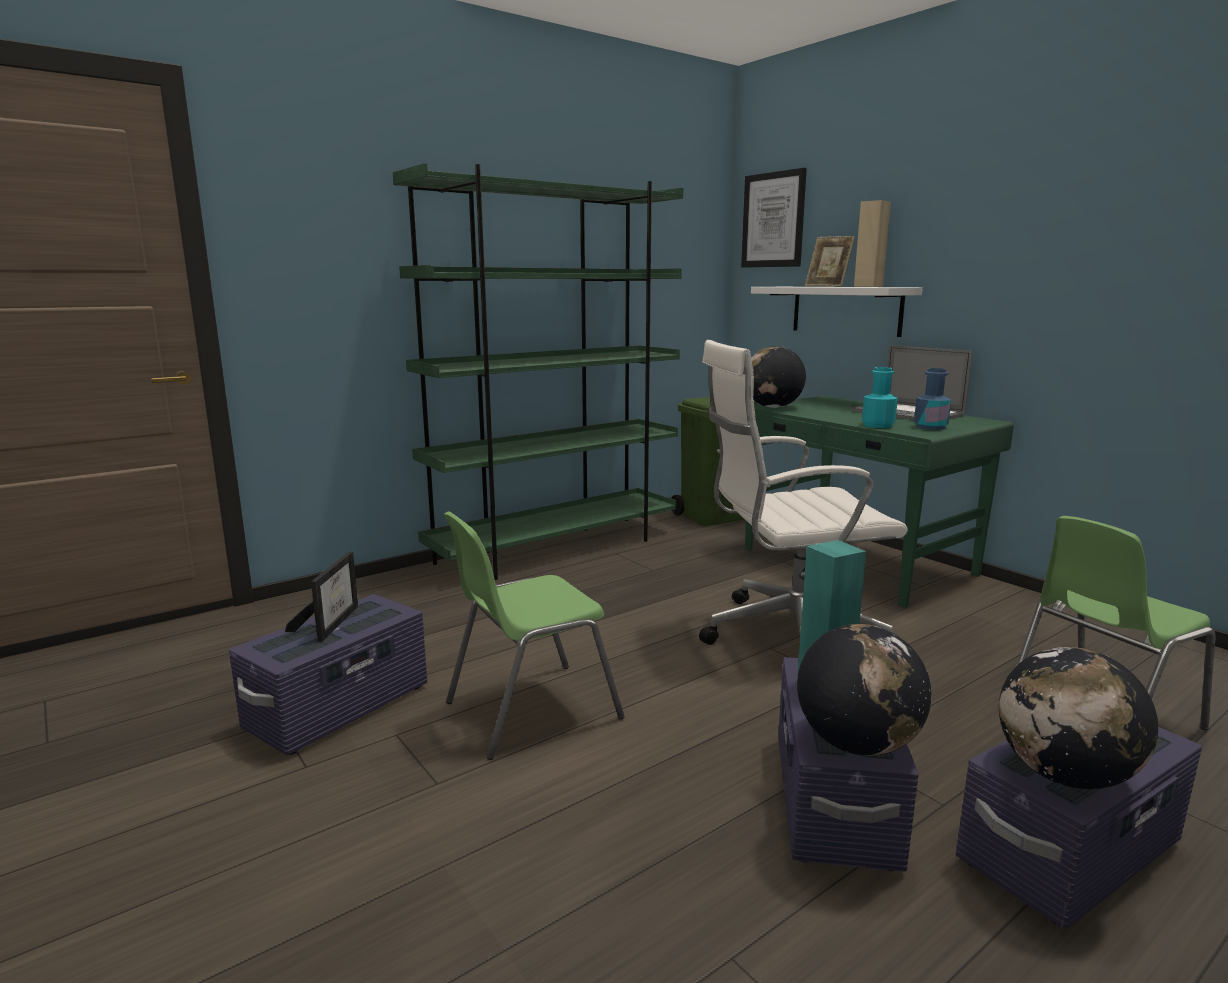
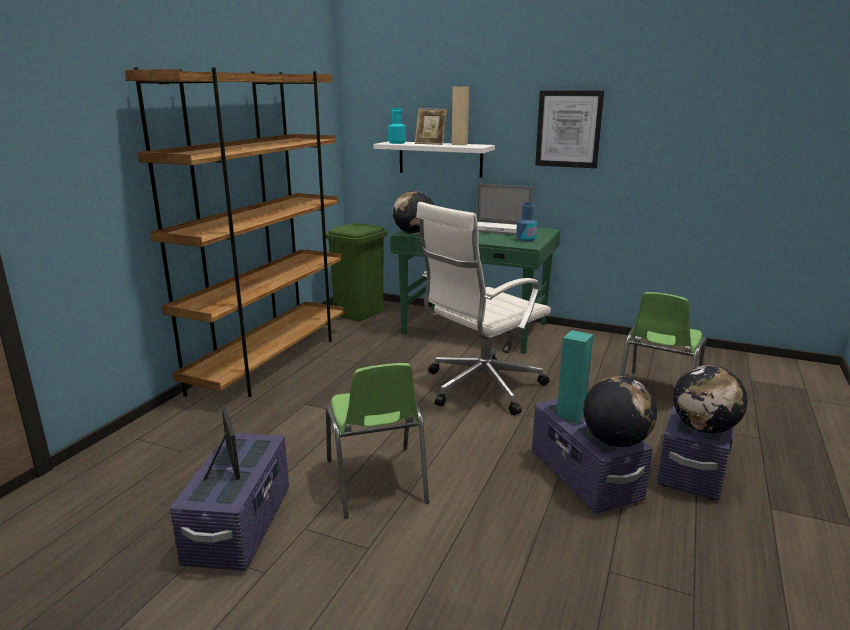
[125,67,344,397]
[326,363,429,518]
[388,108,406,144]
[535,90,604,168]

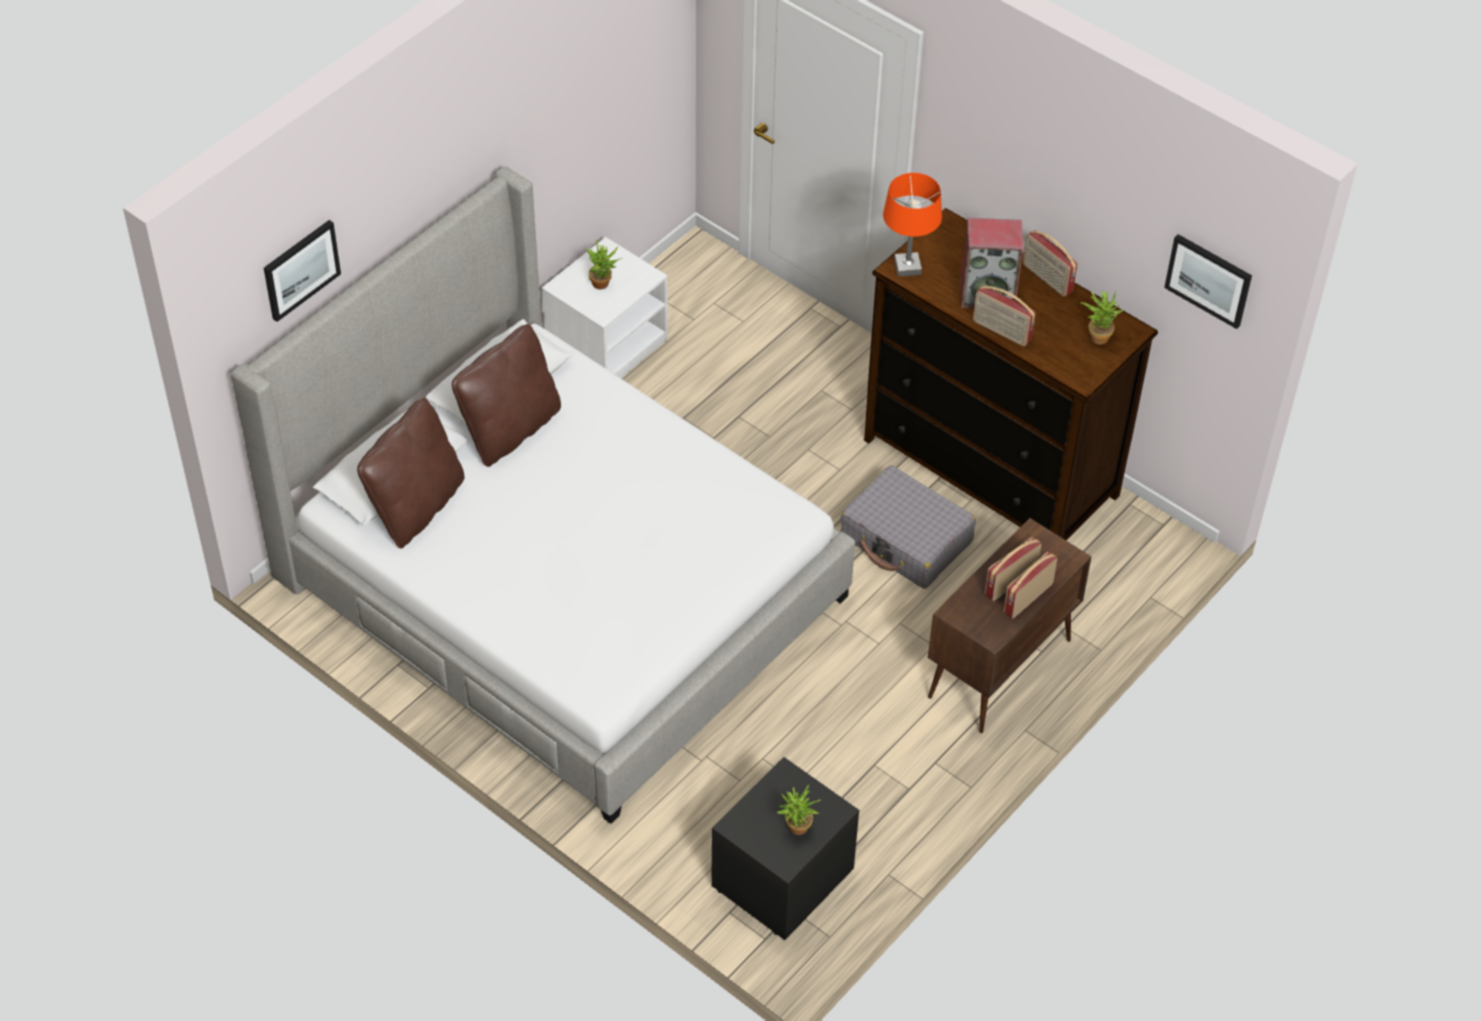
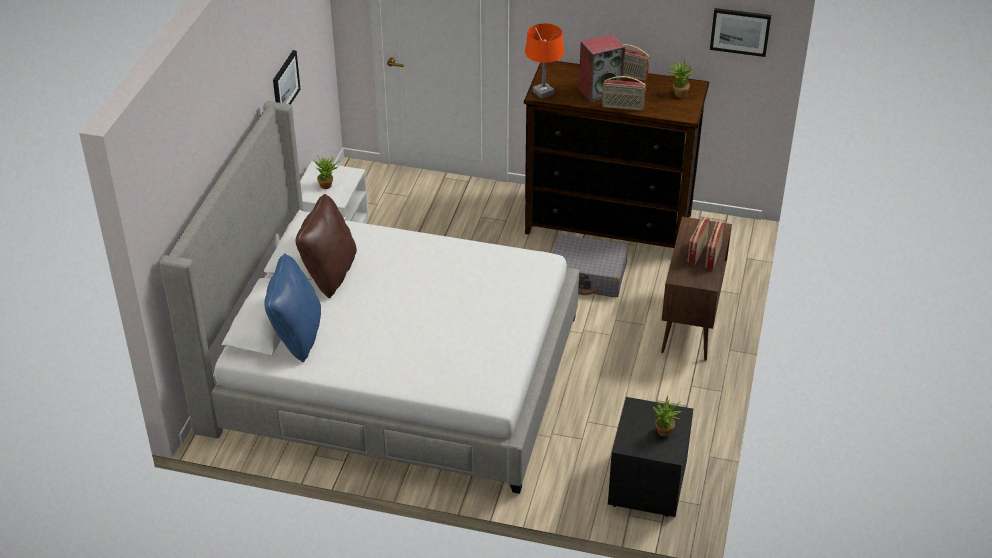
[265,253,321,362]
[273,50,300,104]

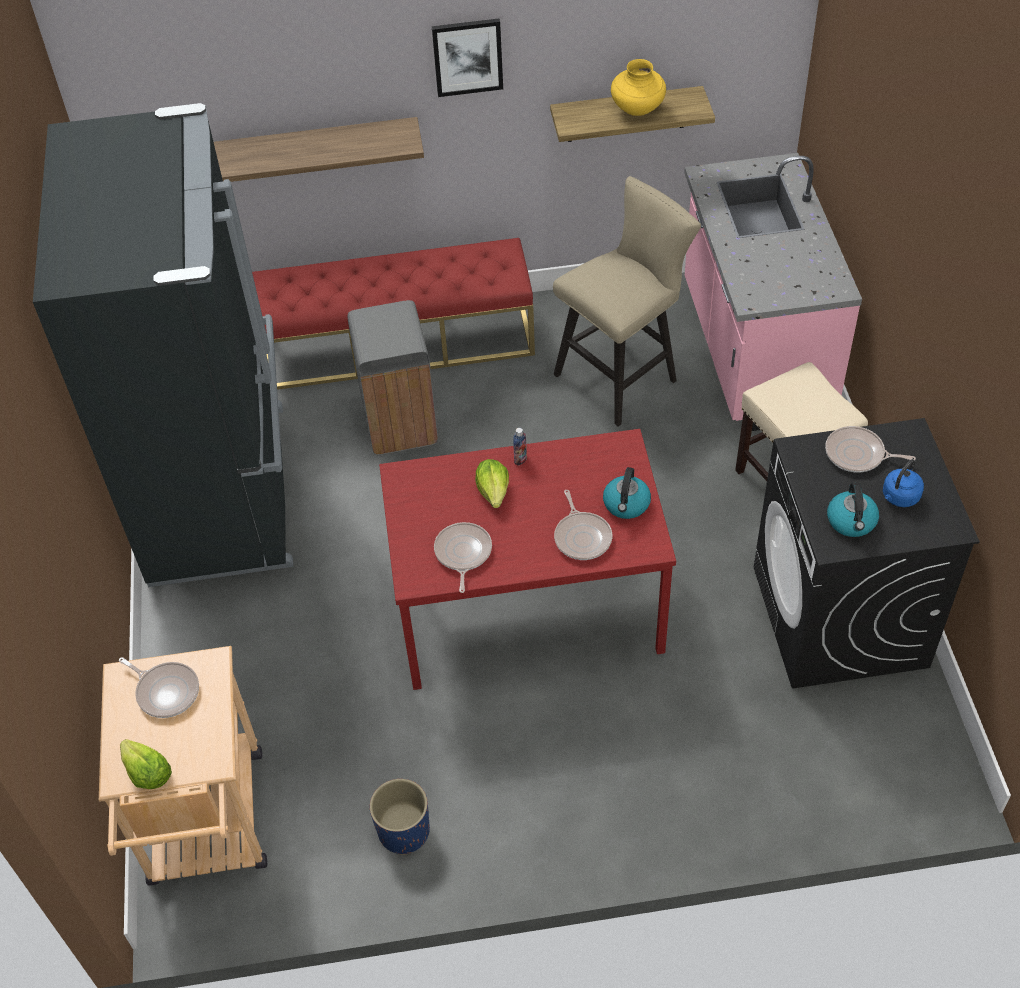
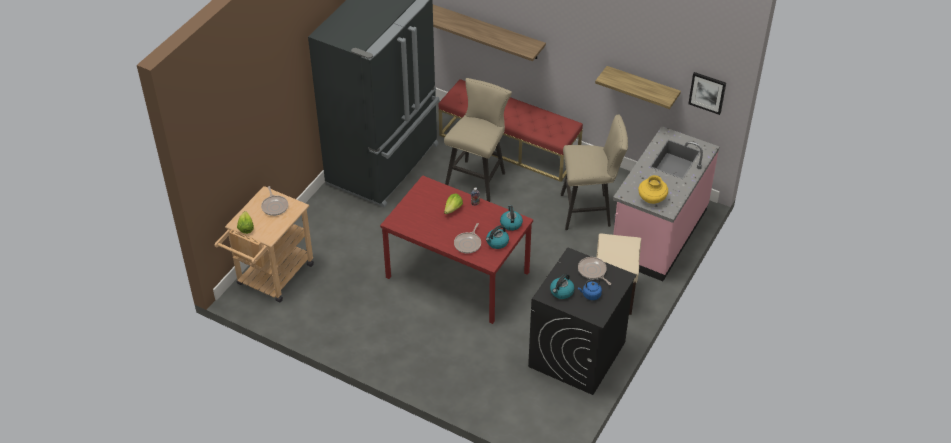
[444,78,512,202]
[500,205,523,231]
[638,175,668,204]
[688,72,726,115]
[370,779,430,855] (first image)
[434,522,492,593] (first image)

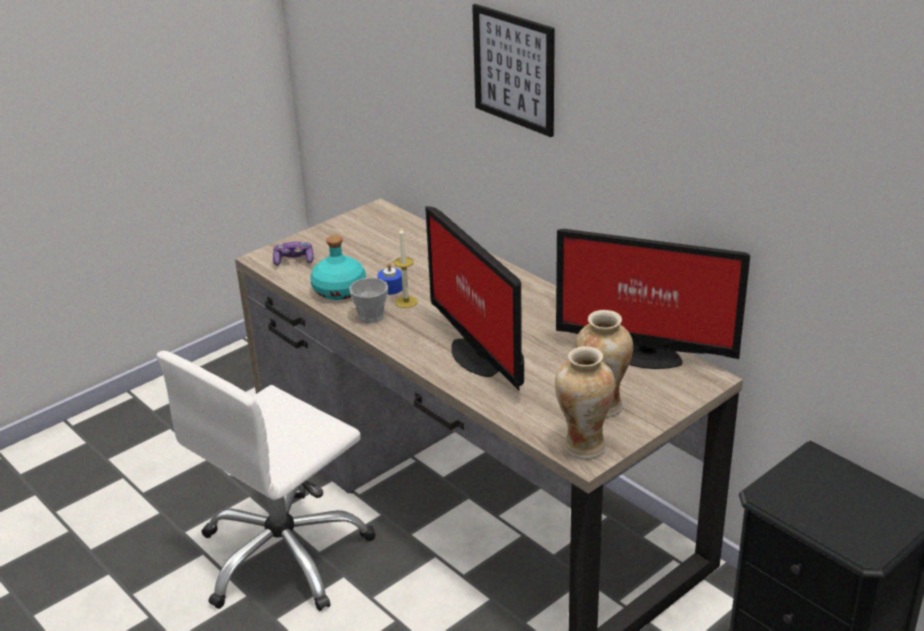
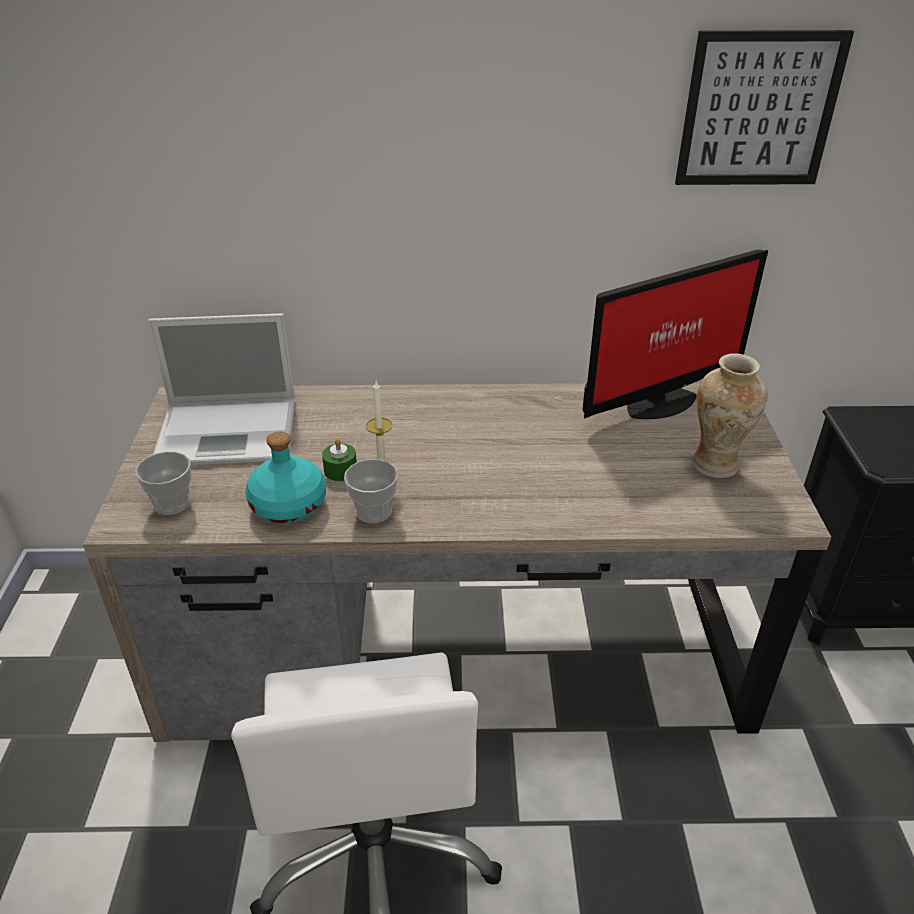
[135,452,191,515]
[148,313,295,465]
[322,438,357,481]
[675,30,854,185]
[425,206,524,391] (first image)
[555,346,615,460] (first image)

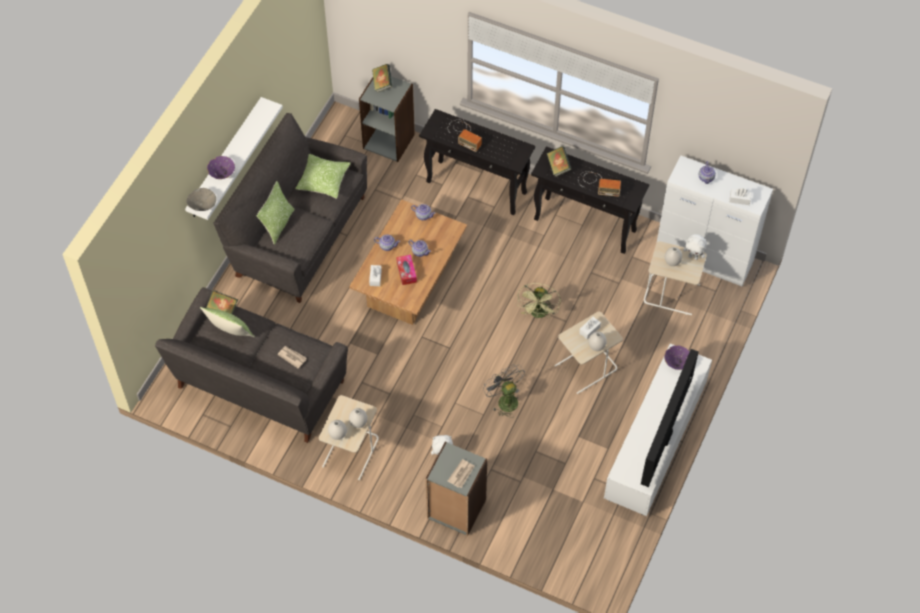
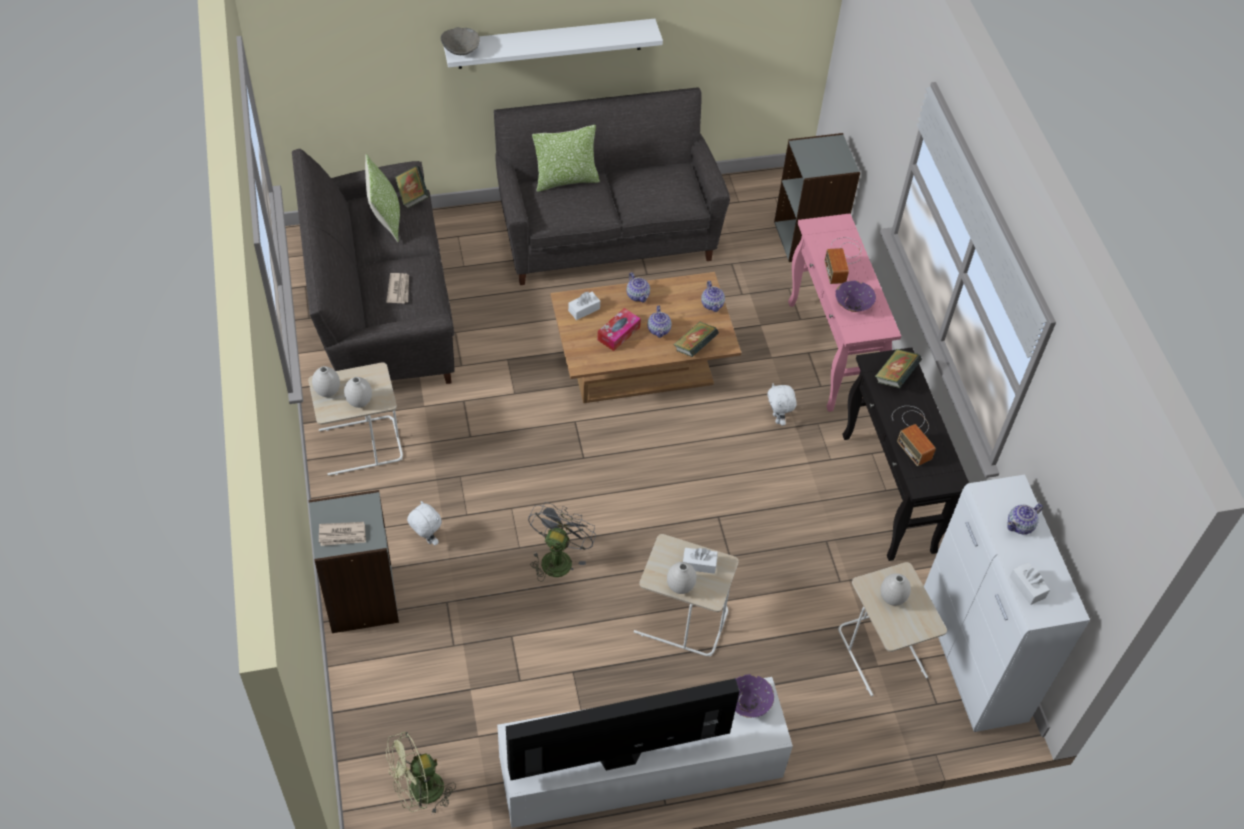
[386,732,456,814]
[673,322,719,357]
[767,383,797,426]
[788,213,901,412]
[836,281,876,312]
[295,154,351,199] (first image)

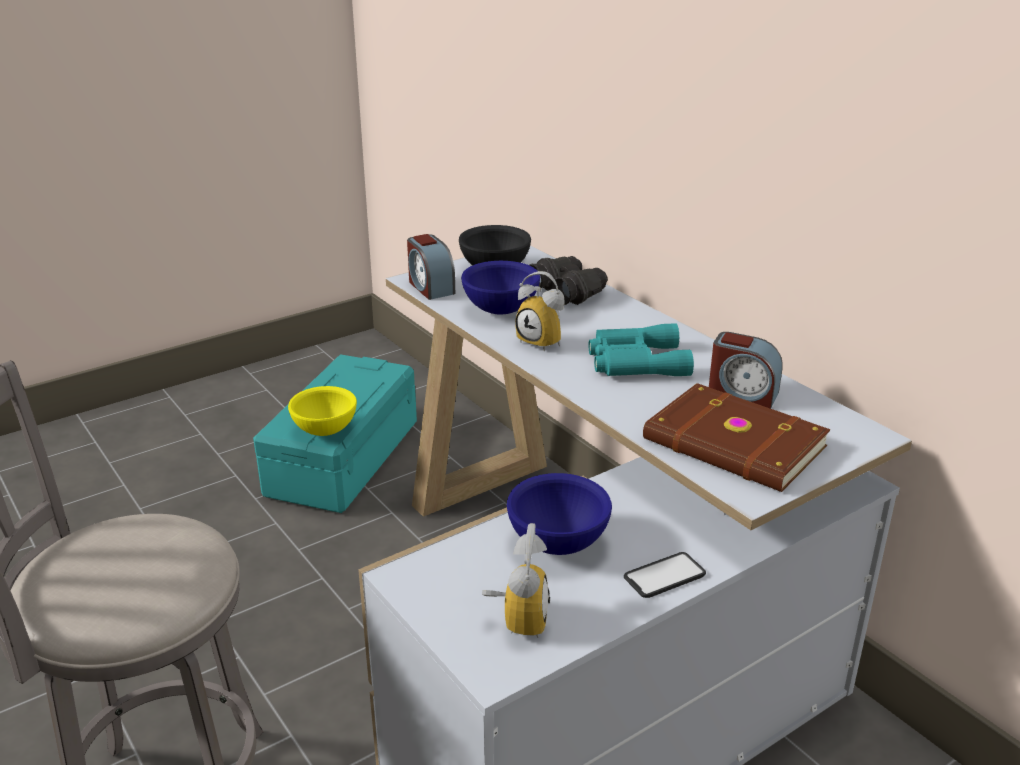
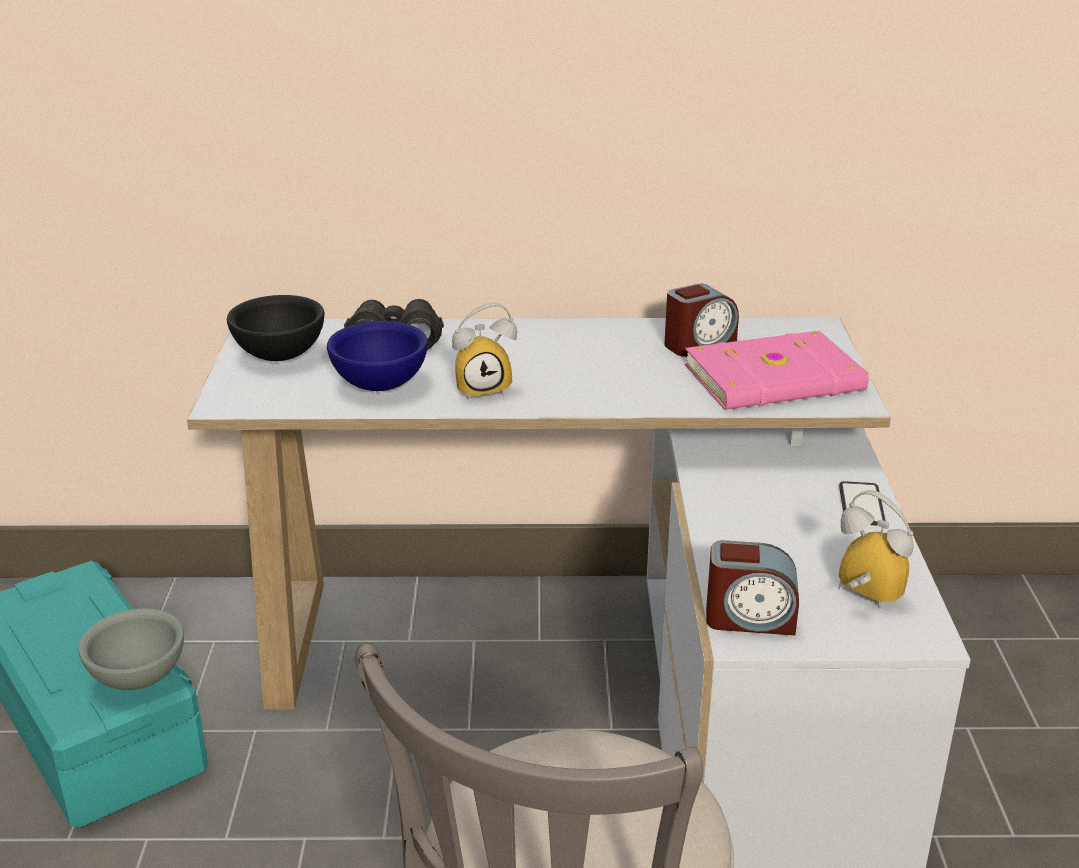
[78,609,184,690]
[685,331,869,410]
[706,540,799,635]
[507,473,612,555] (first image)
[589,323,694,376] (first image)

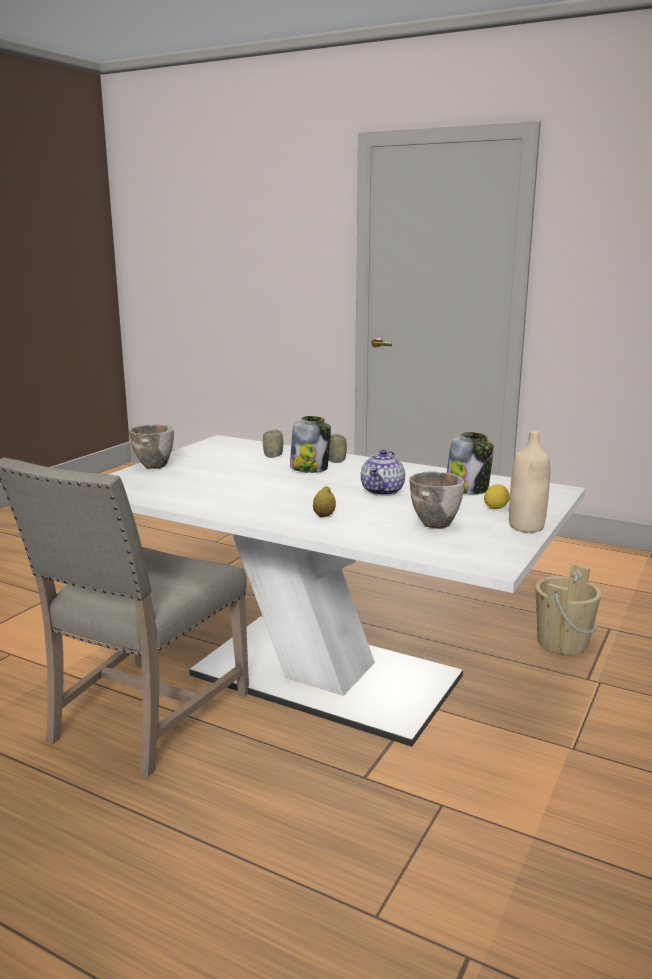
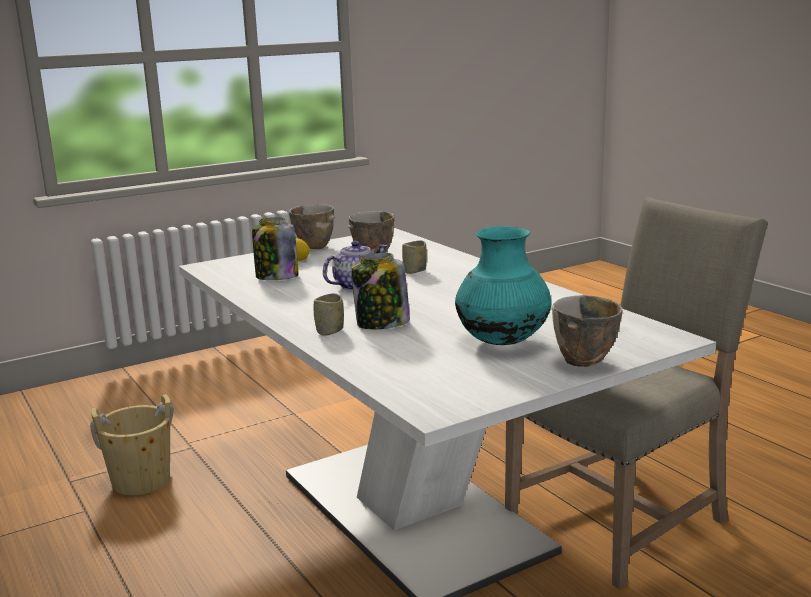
[289,204,335,249]
[402,240,427,274]
[455,226,551,345]
[313,486,336,518] (first image)

